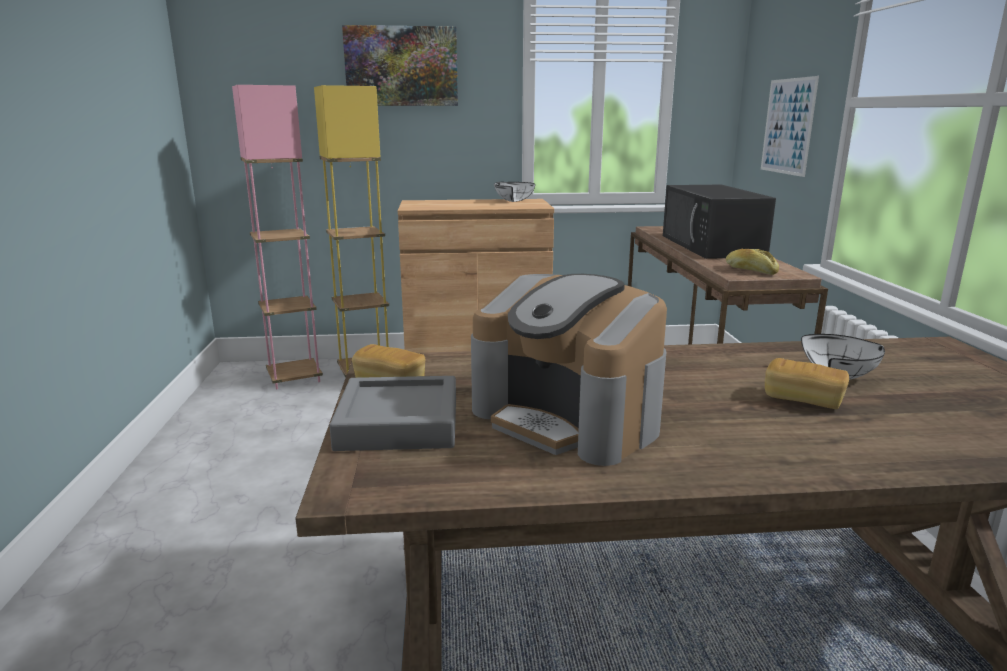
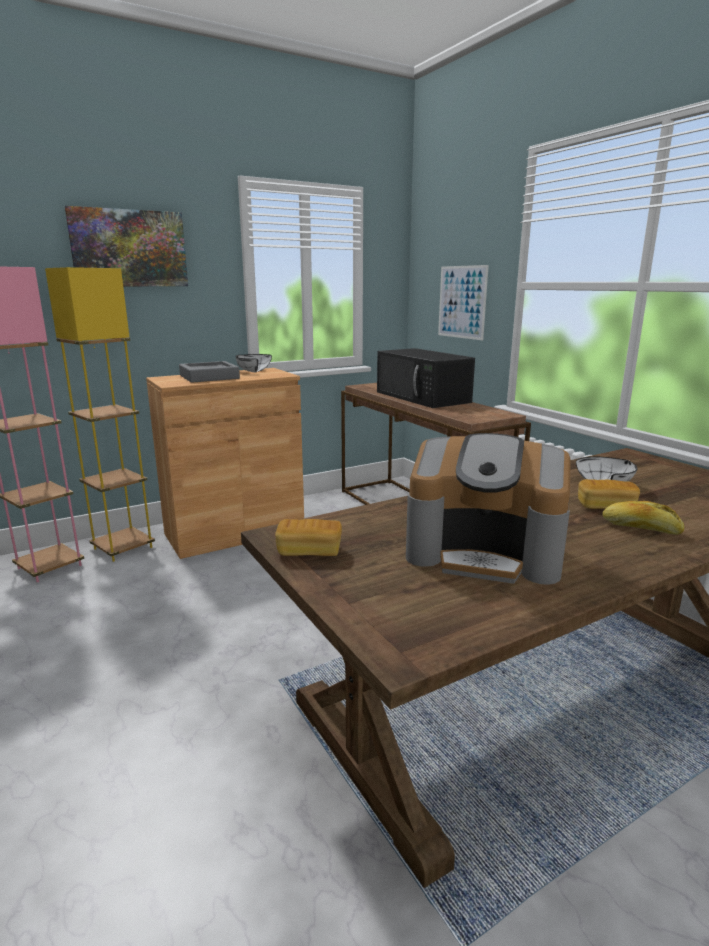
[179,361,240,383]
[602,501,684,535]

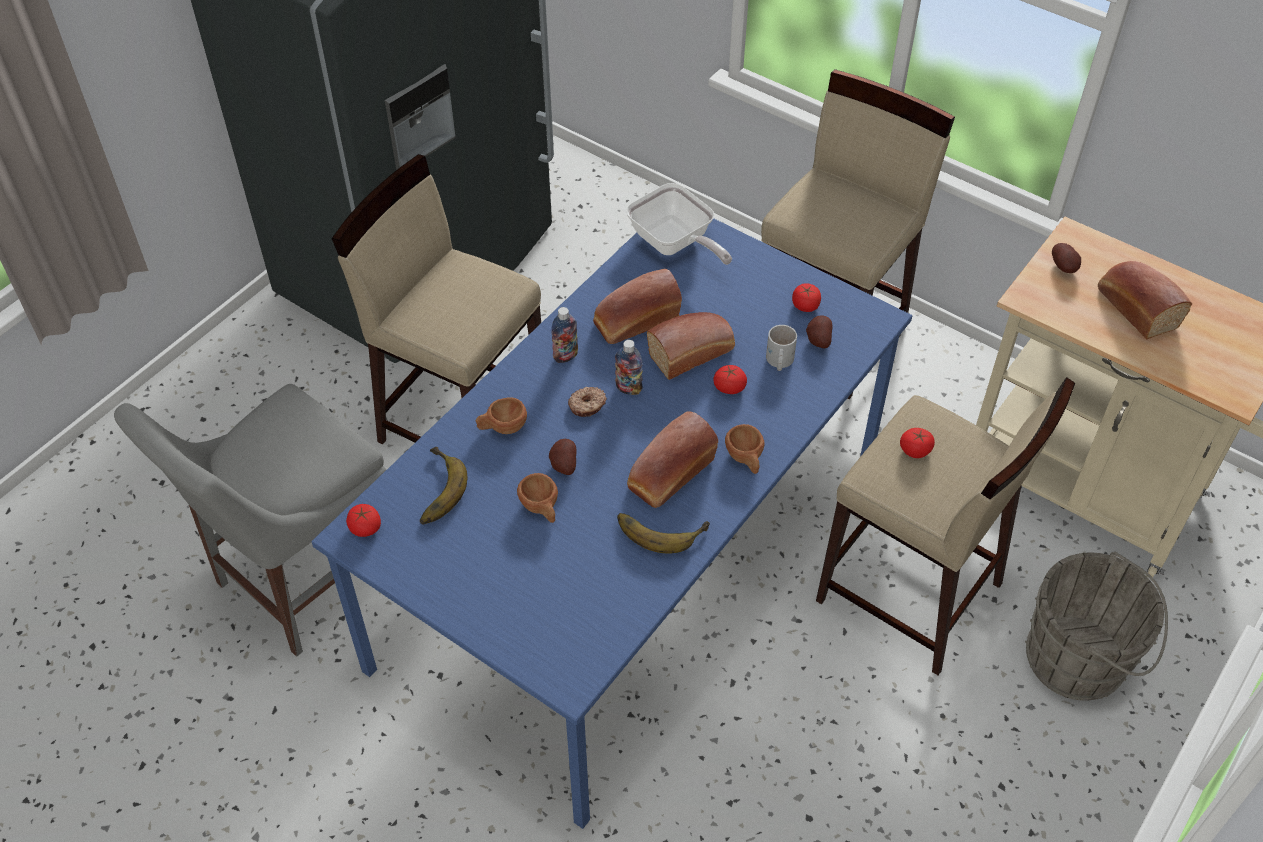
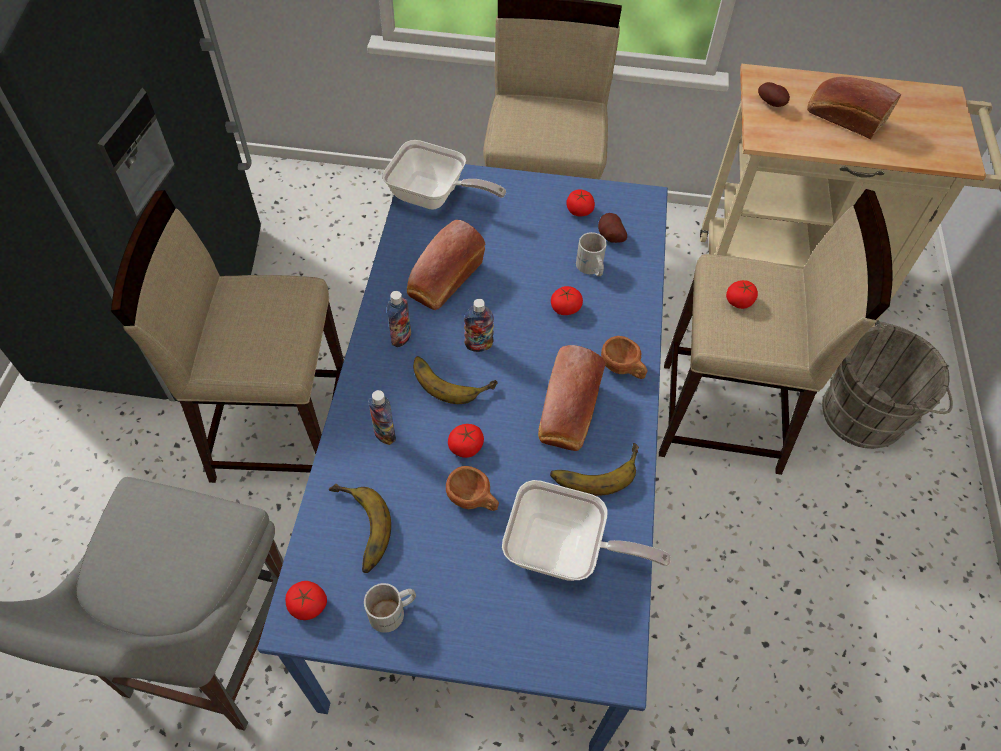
[364,583,416,633]
[368,390,396,445]
[413,356,498,404]
[448,424,484,458]
[502,480,671,581]
[647,312,735,380] (first image)

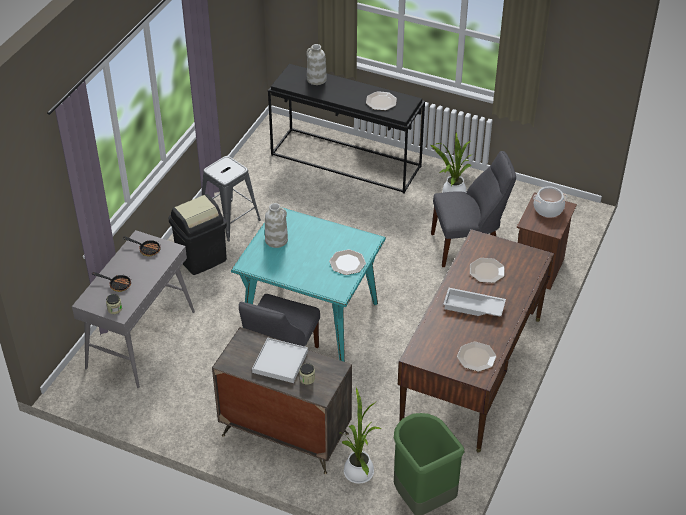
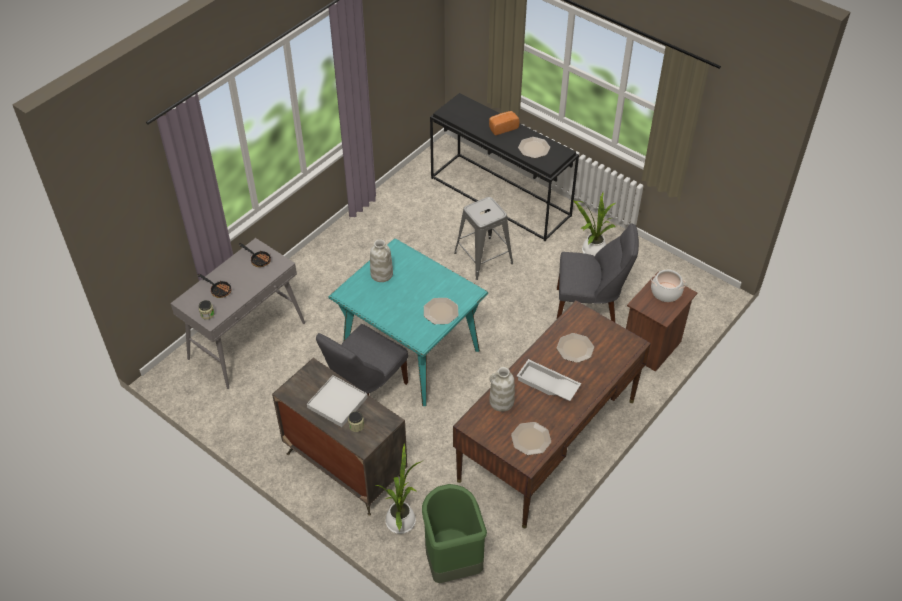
[454,197,513,280]
[489,111,520,135]
[489,367,515,412]
[168,194,227,275] (first image)

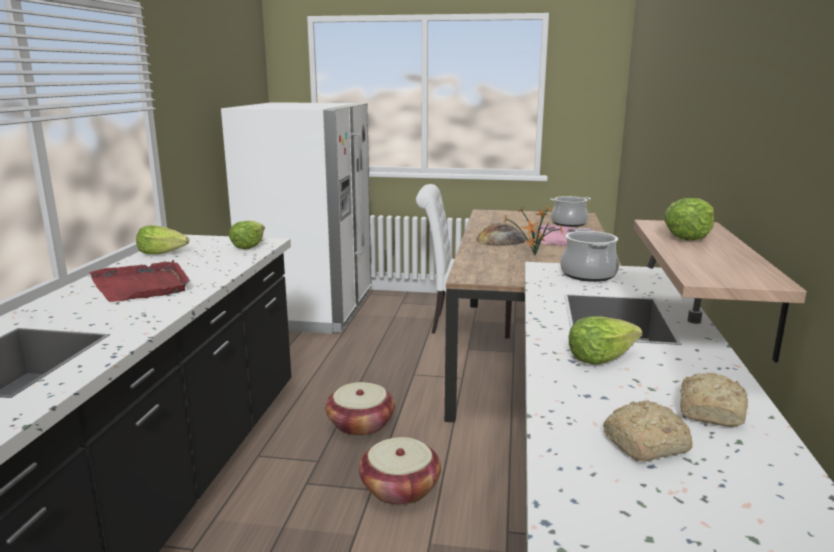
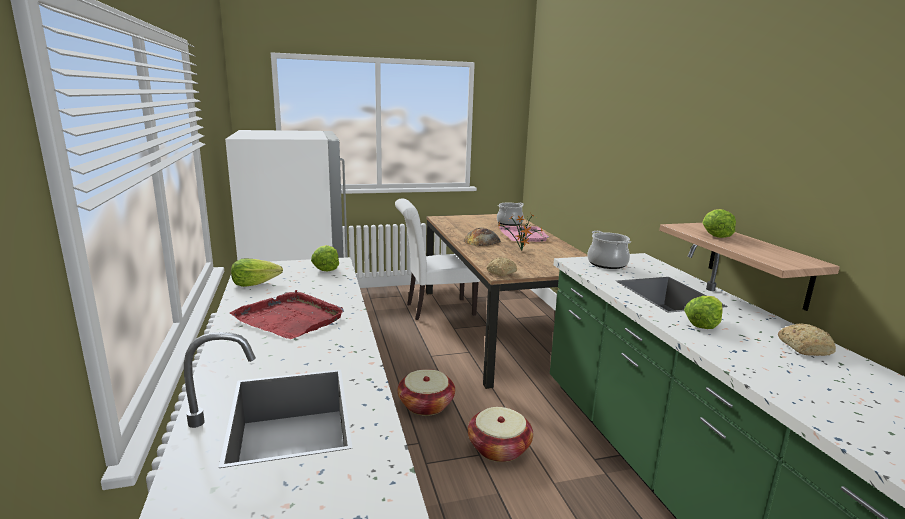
[487,257,517,276]

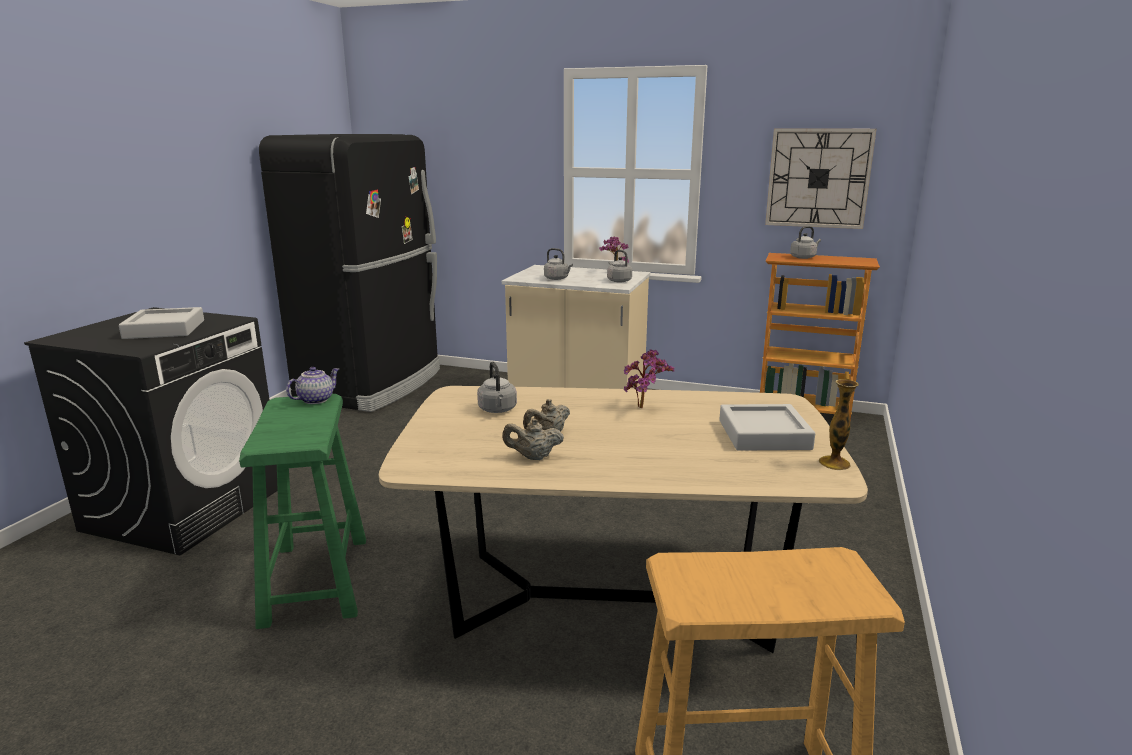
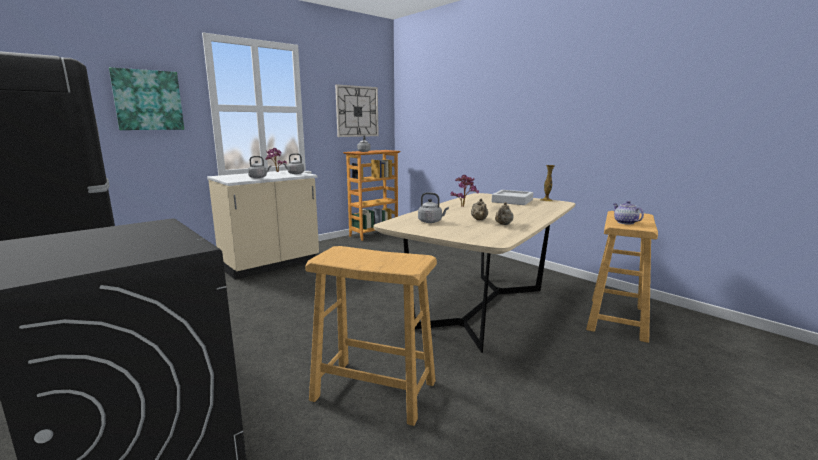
[109,67,184,130]
[305,246,437,426]
[613,201,644,225]
[119,307,204,339] (first image)

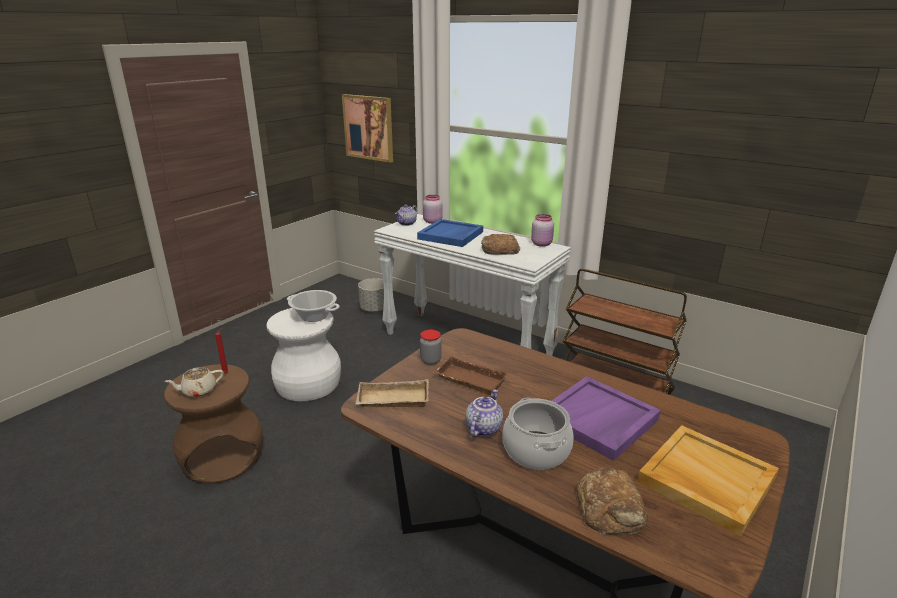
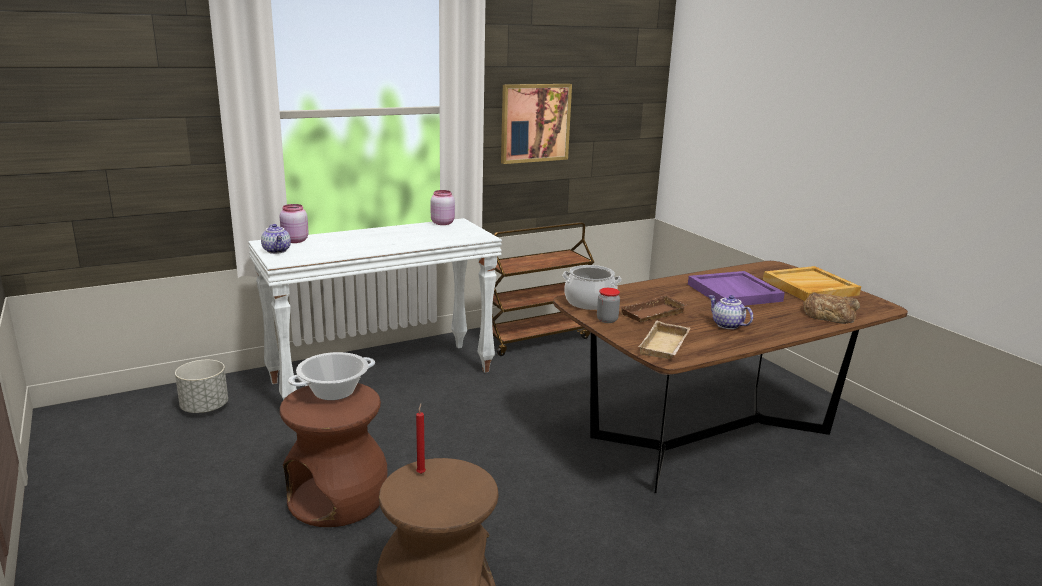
[280,383,388,527]
[501,84,572,164]
[562,265,622,310]
[165,367,223,397] (first image)
[417,219,483,247] (first image)
[481,234,520,255] (first image)

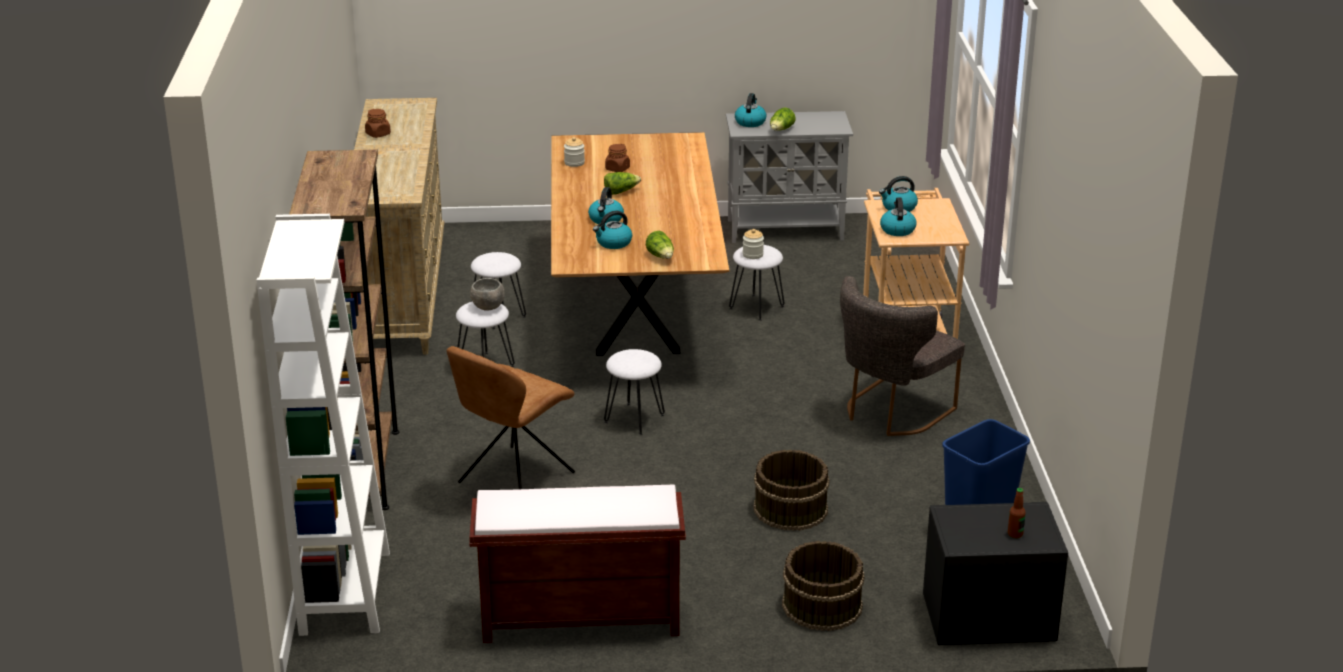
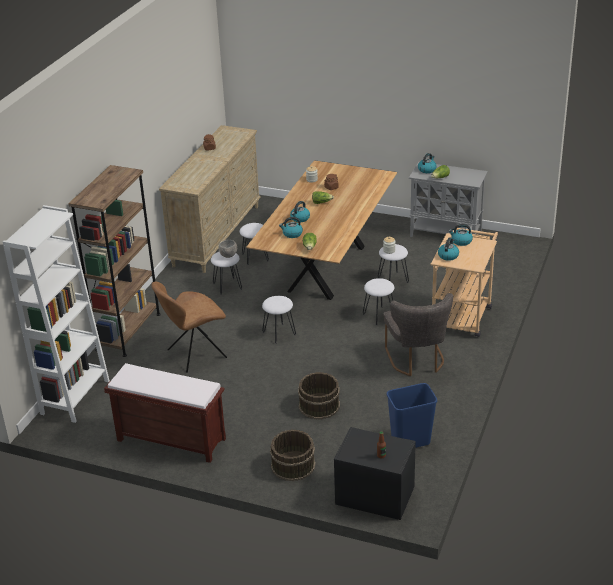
[363,278,394,325]
[383,293,453,377]

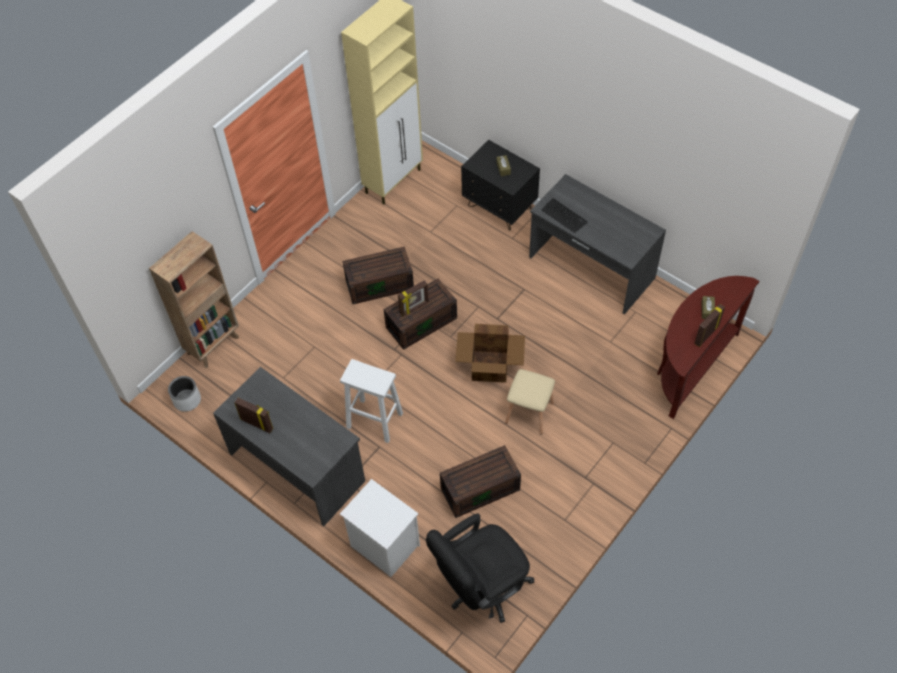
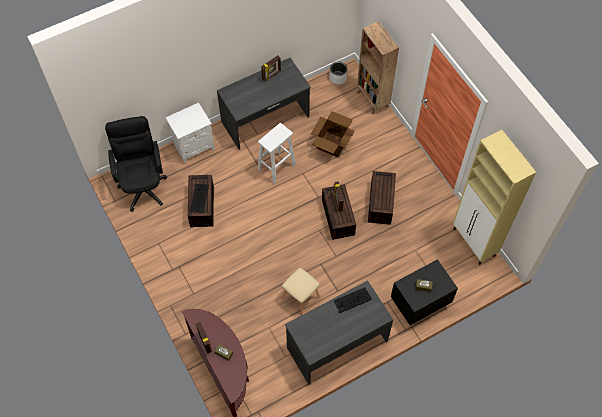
[190,184,209,213]
[281,268,320,315]
[311,111,355,157]

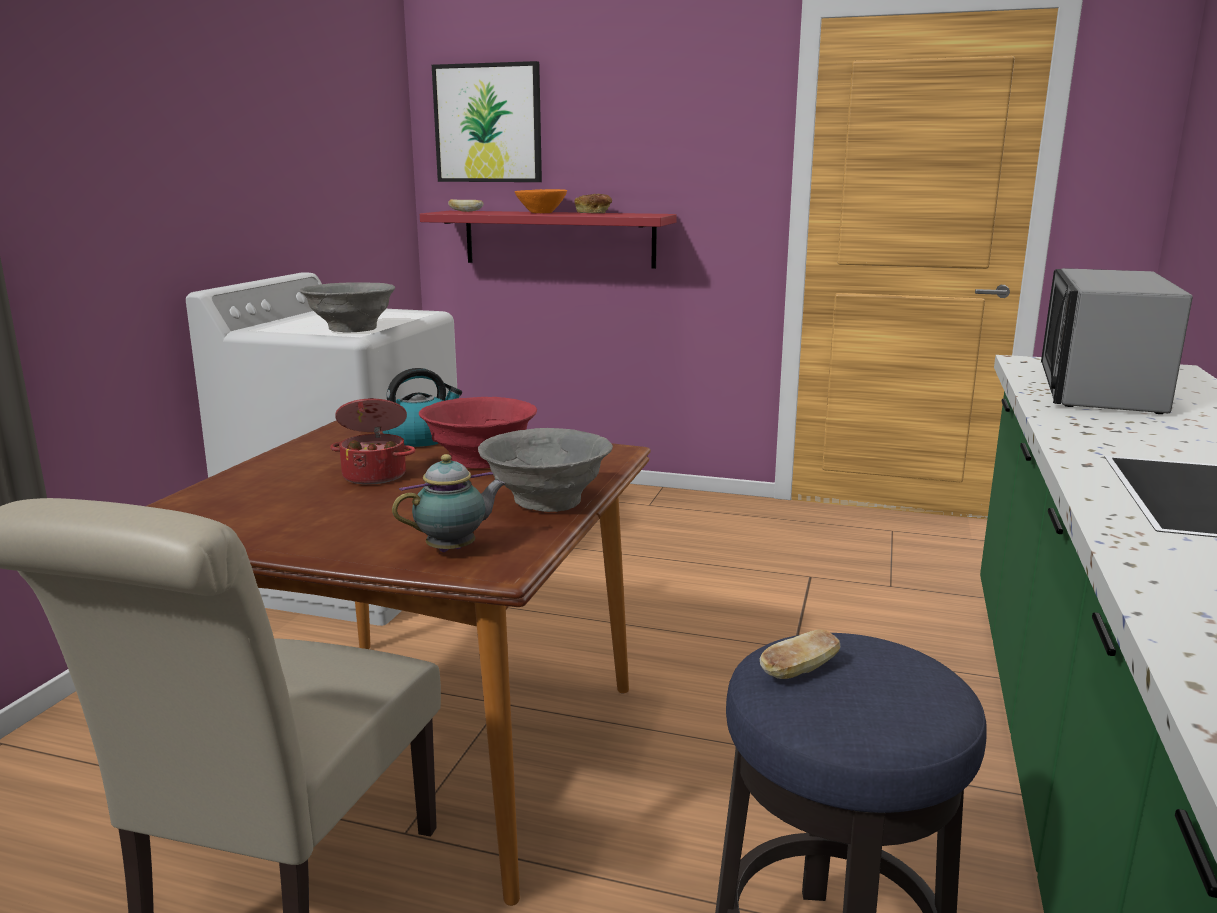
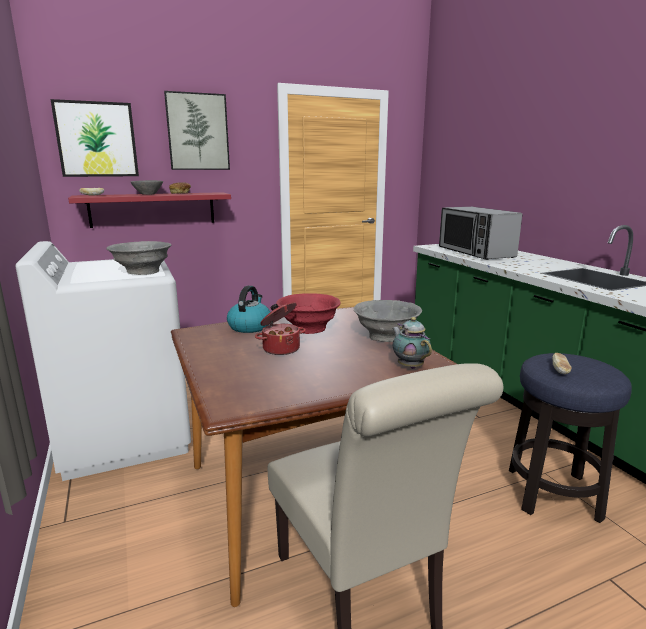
[131,180,163,195]
[164,91,230,170]
[392,317,432,369]

